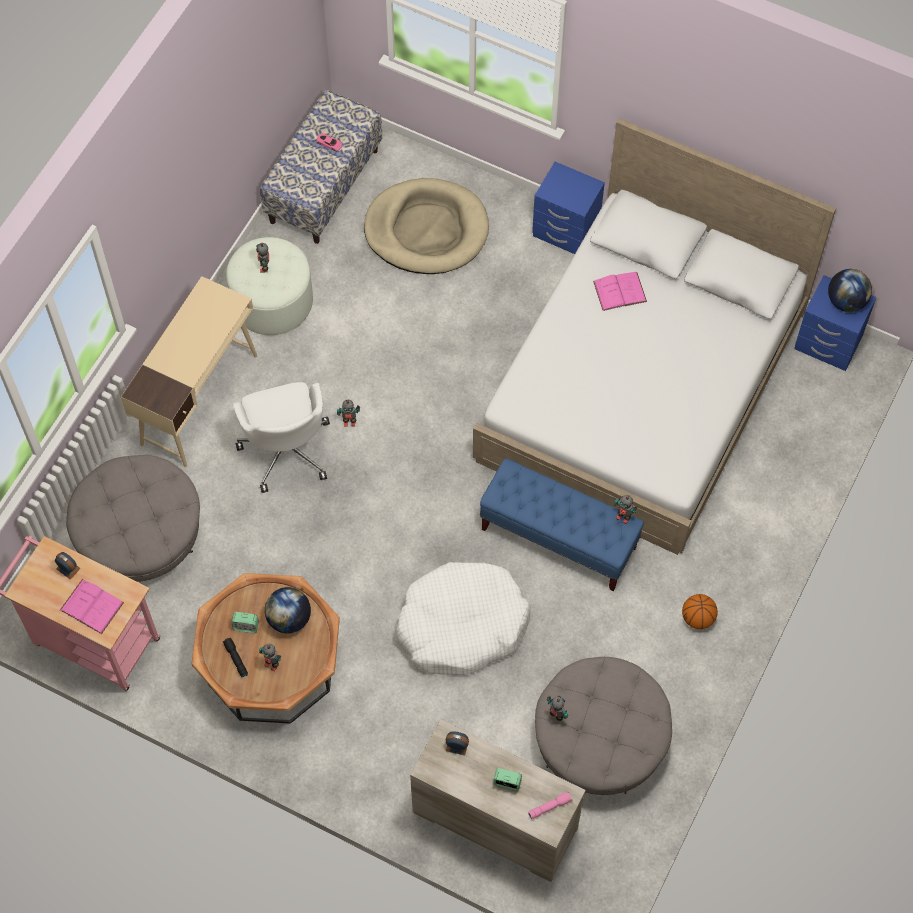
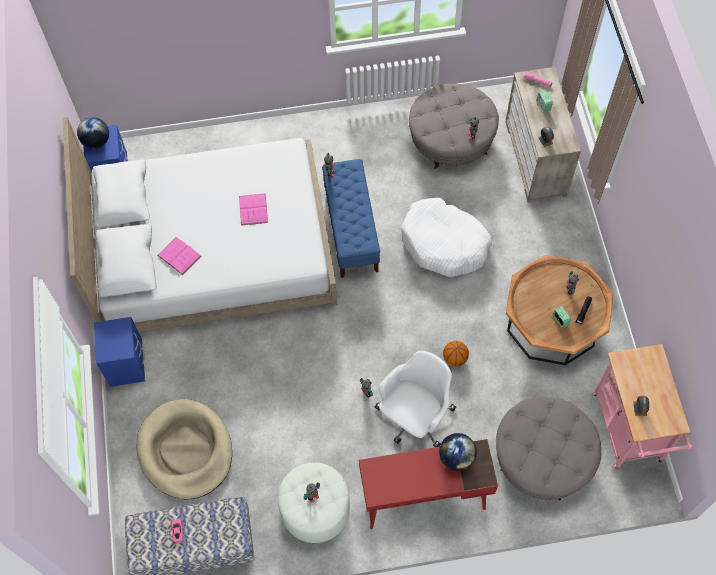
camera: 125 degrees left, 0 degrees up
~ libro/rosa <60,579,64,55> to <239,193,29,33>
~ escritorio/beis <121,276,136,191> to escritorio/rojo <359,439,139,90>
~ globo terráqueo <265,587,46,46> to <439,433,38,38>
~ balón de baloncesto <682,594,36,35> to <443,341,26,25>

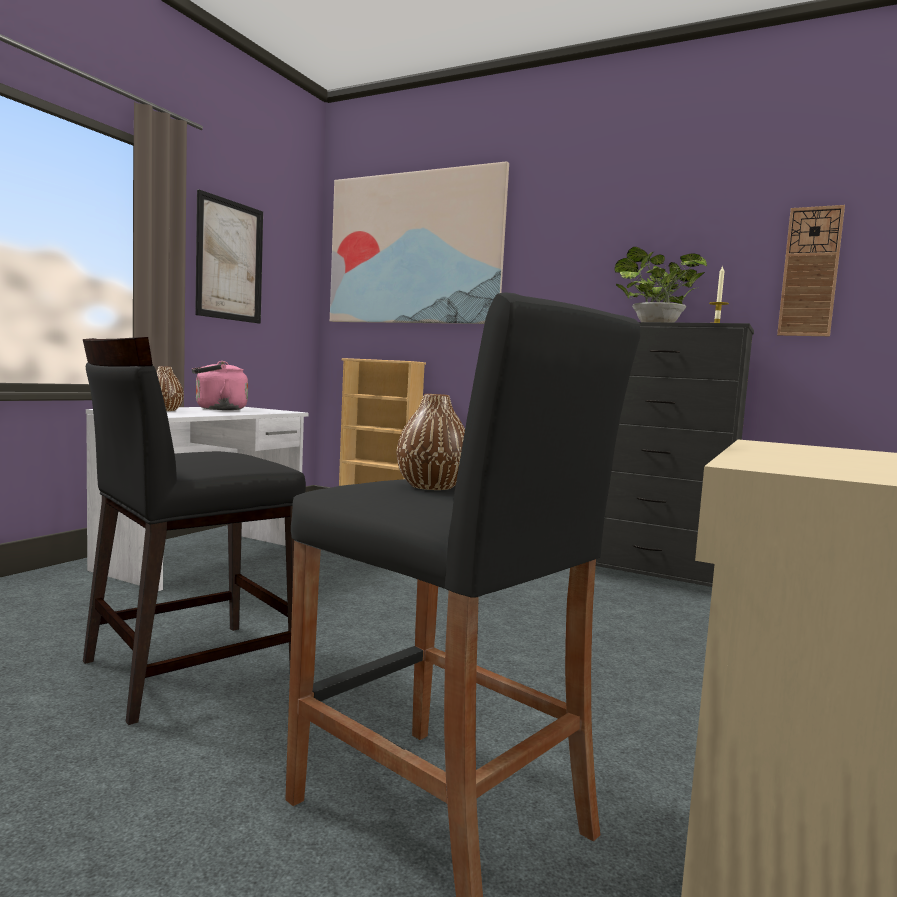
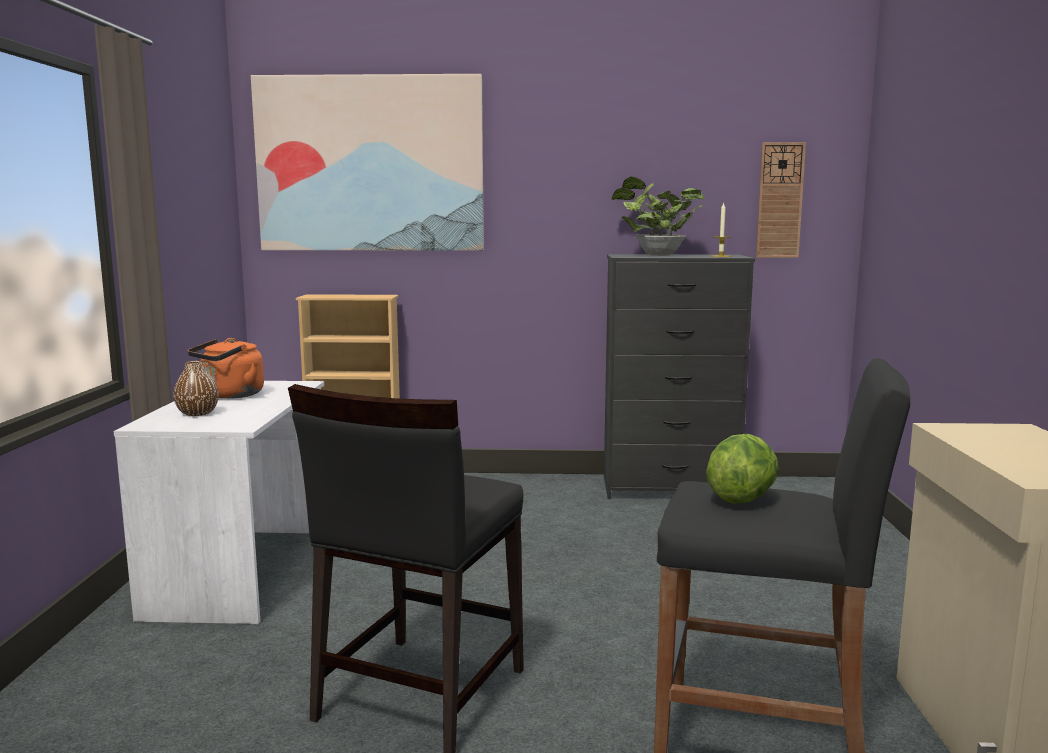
camera: 25 degrees left, 5 degrees up
~ hervidor/rosa <192,361,56,49> to hervidor/naranja <187,338,77,61>
~ florero/marrón <397,394,68,96> to lechuga <706,434,73,70>
- cuadro <195,189,68,135>

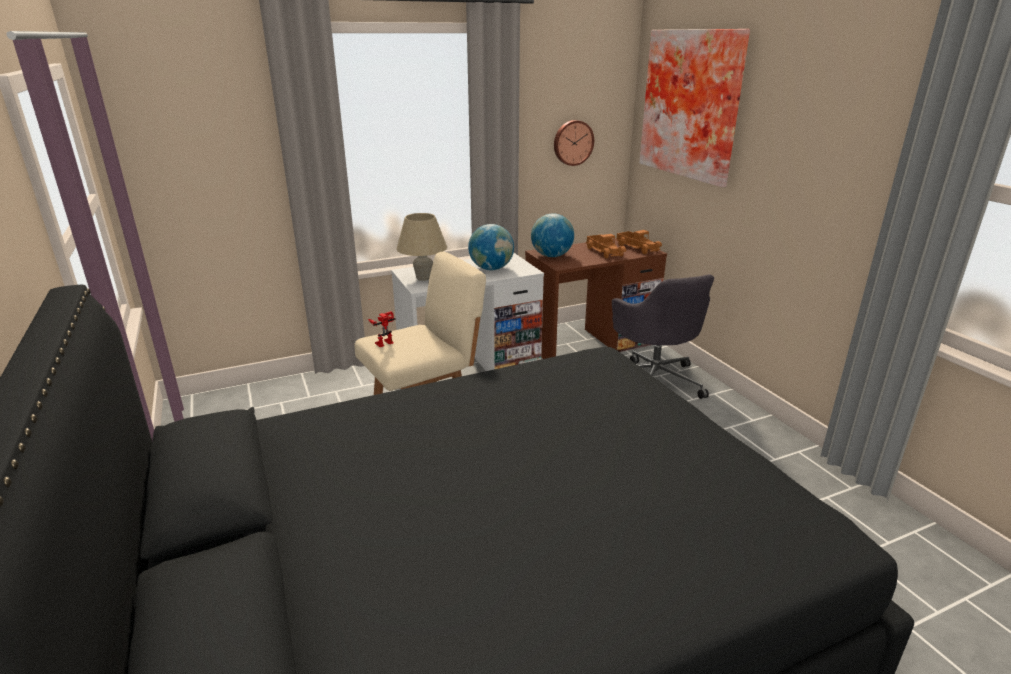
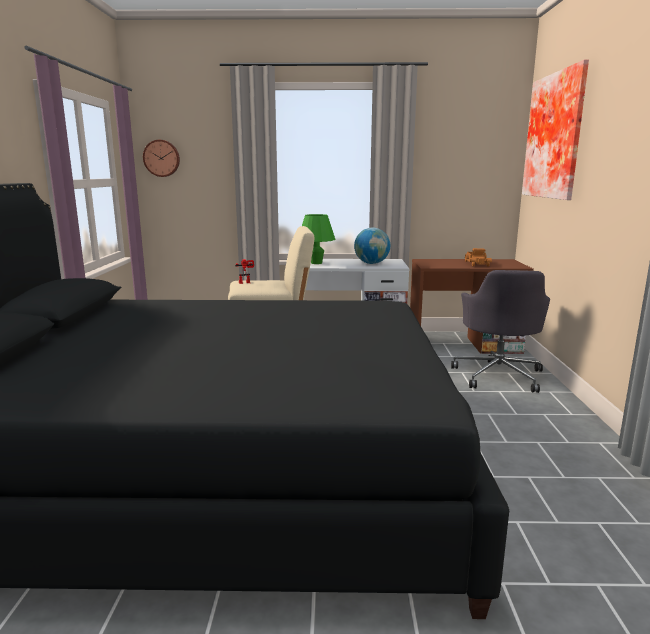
camera: 25 degrees right, 10 degrees down
~ reloj de pared <554,120,40,46> to <143,140,37,37>
~ lámpara de mesa/beis <397,213,50,68> to lámpara de mesa/verde <302,214,33,50>
- globo terráqueo <531,213,43,44>
- camión de juguete <616,230,46,24>

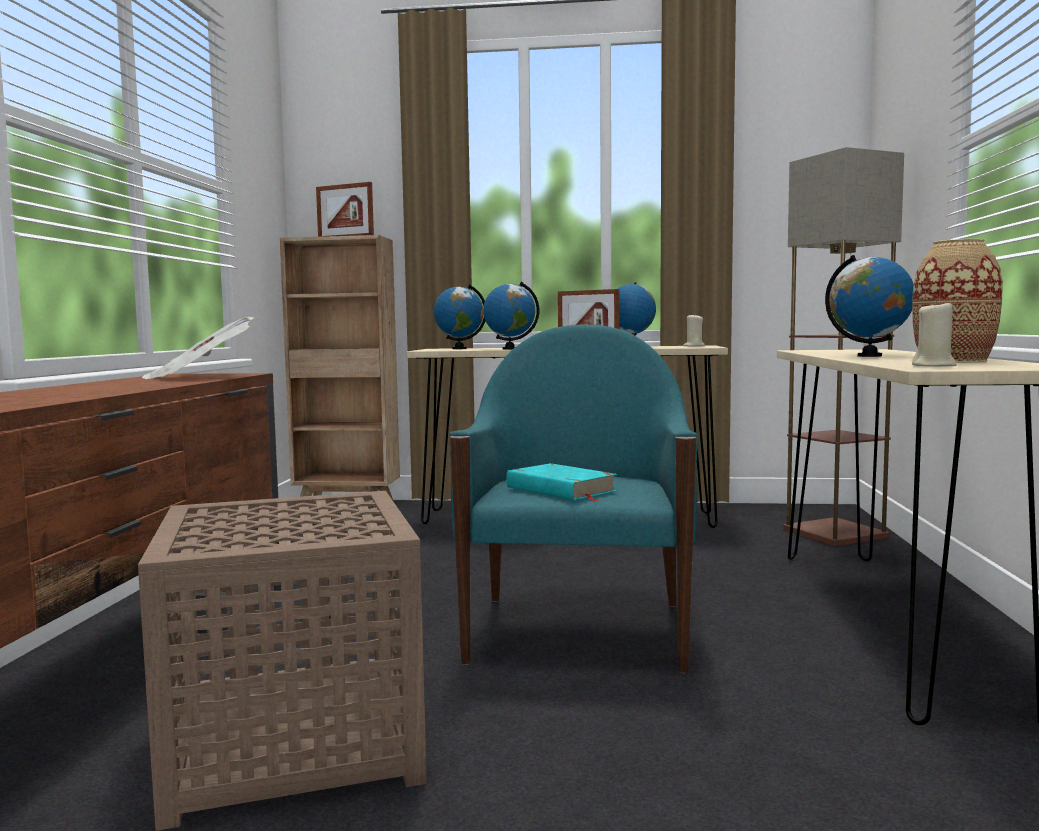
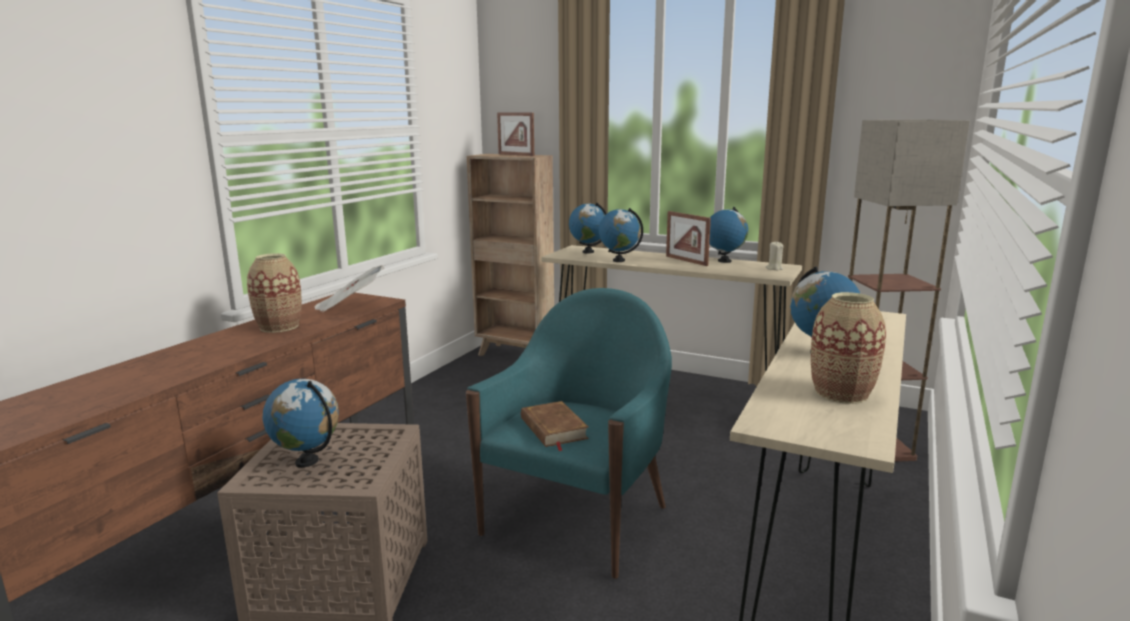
camera: 20 degrees right, 10 degrees up
+ florero <247,253,55,80>
+ globo terráqueo <263,379,76,89>
~ libro/turquesa <506,463,111,38> to libro/marrón <521,401,68,50>
- vela/beis <912,300,45,66>

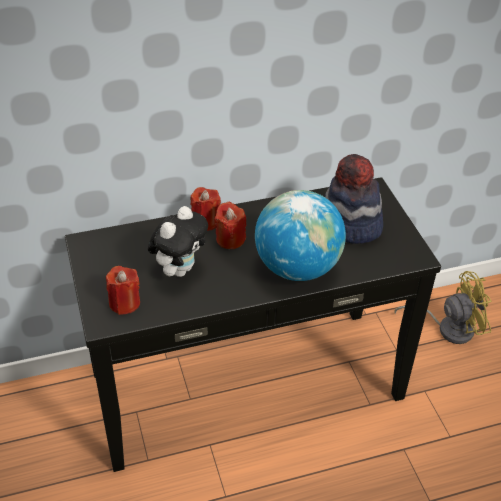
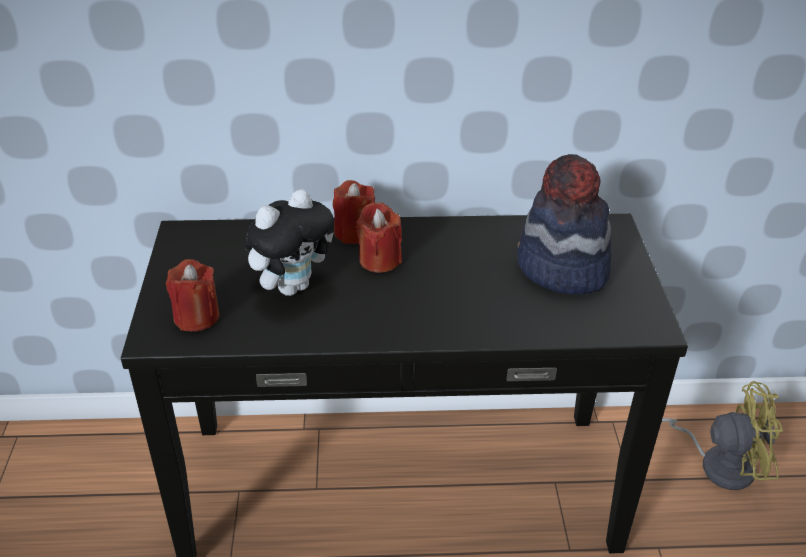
camera: 15 degrees right, 5 degrees down
- globo terráqueo <255,190,91,91>

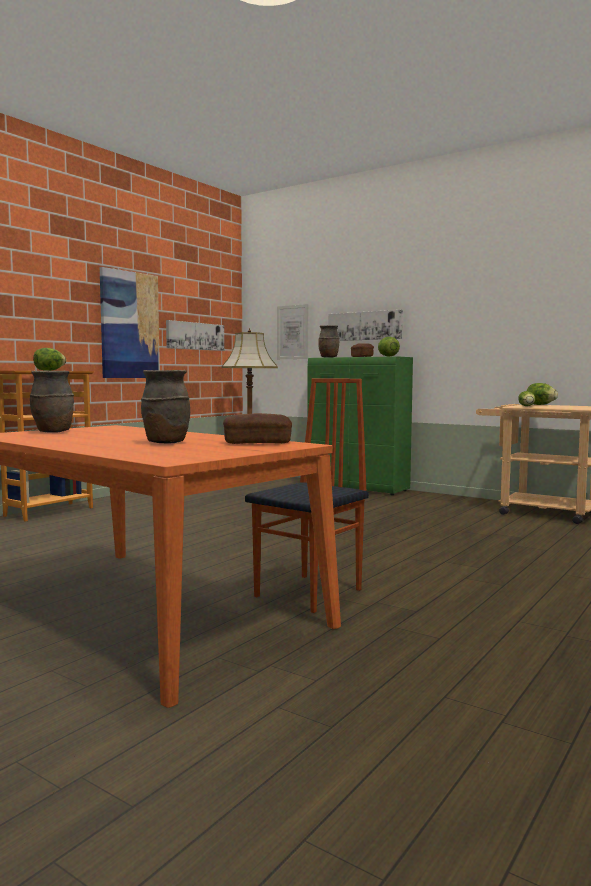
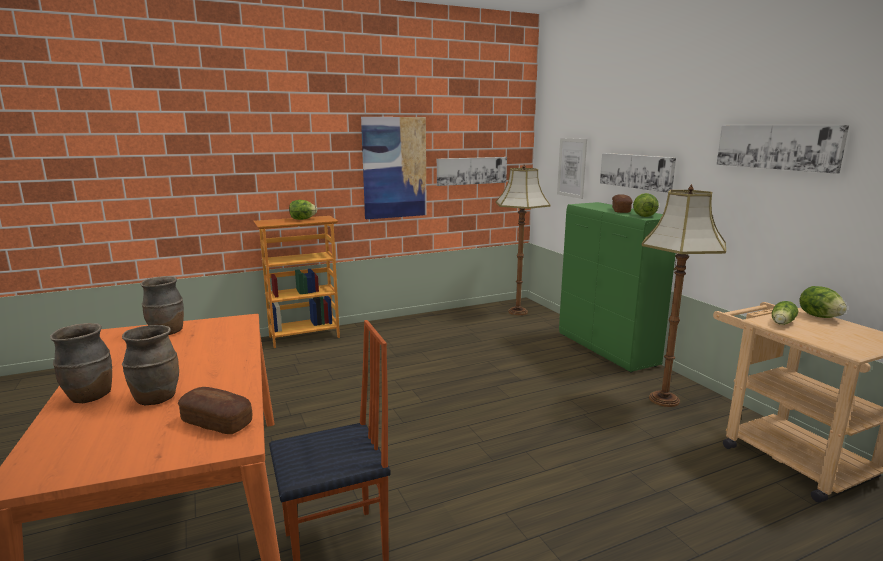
camera: 30 degrees right, 10 degrees up
~ florero/marrón <318,325,22,33> to <50,323,62,80>
+ lámpara de pie <641,184,85,223>
+ cuadro <717,125,132,49>

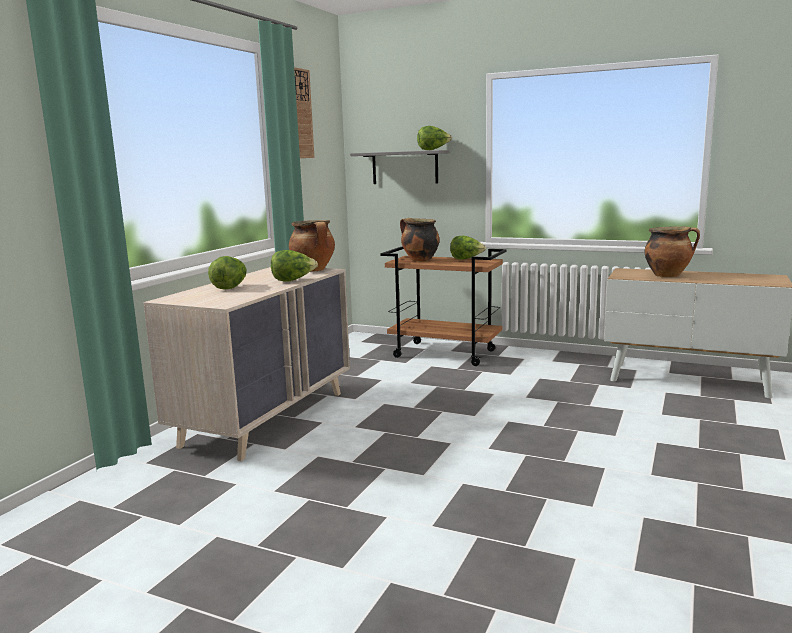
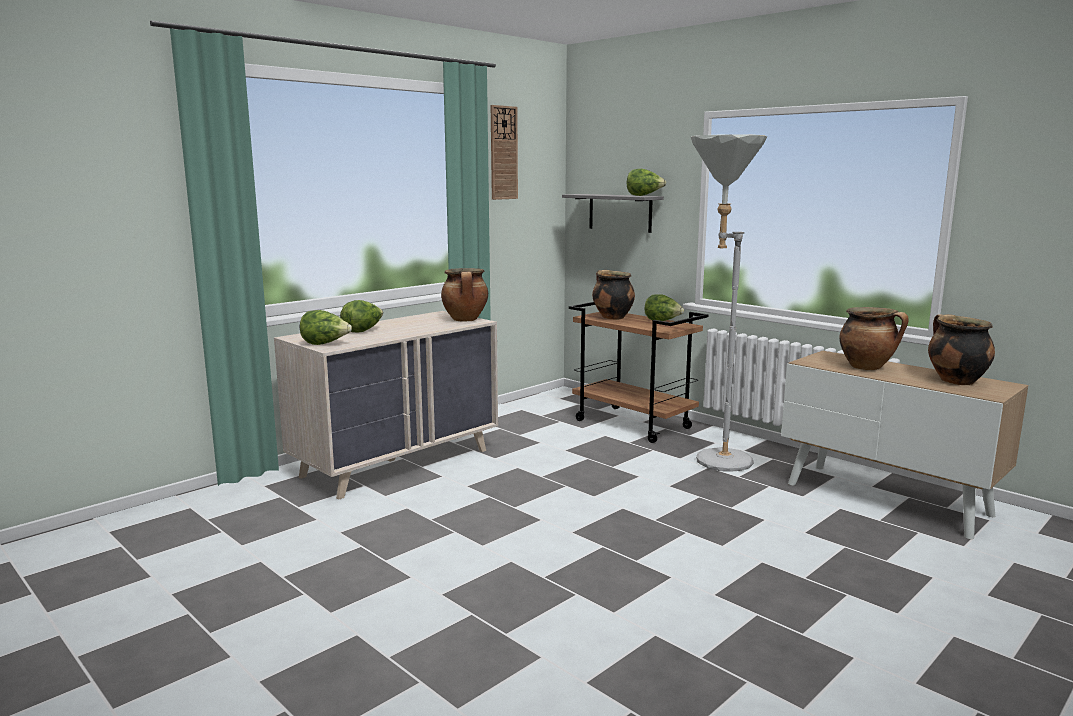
camera: 20 degrees right, 0 degrees up
~ lechuga <271,250,47,32> to <300,310,52,35>
+ lámpara de pie/gris <691,134,76,338>
+ olla <928,314,67,71>

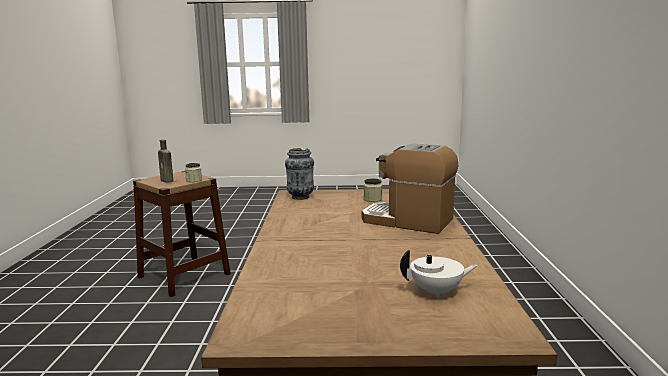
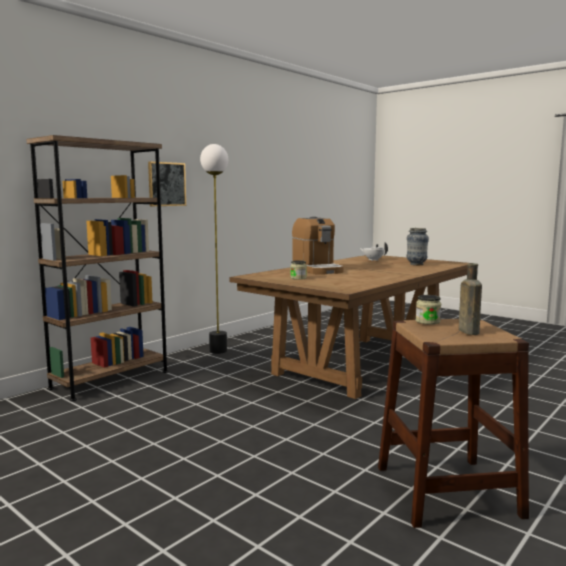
camera: 140 degrees left, 5 degrees down
+ estantería/marrón <26,135,142,266>
+ cuadro <148,161,38,45>
+ lámpara de pie <200,144,28,210>
~ florero <285,148,29,52> to <407,228,22,37>

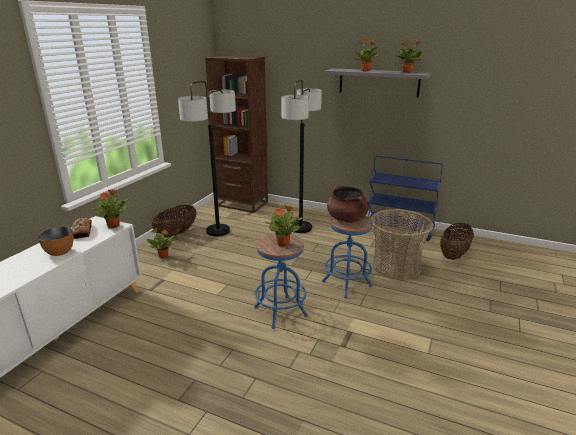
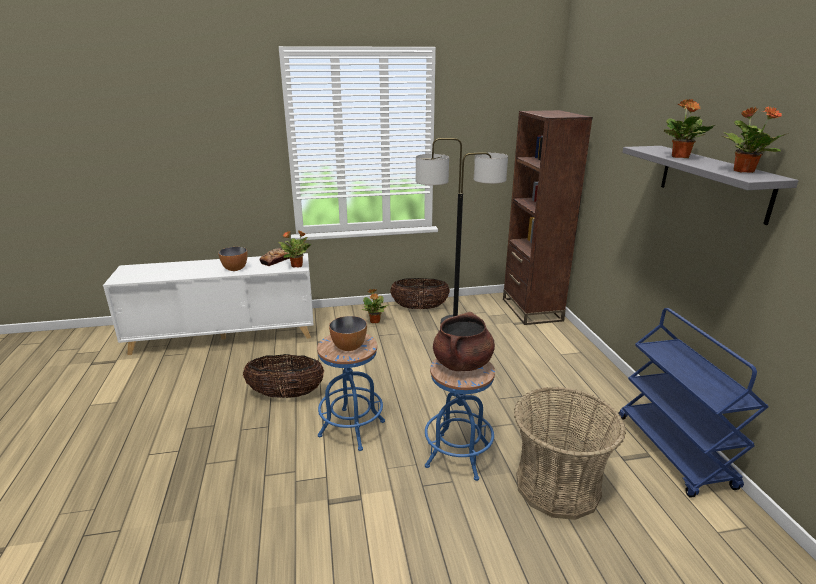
camera: 55 degrees right, 0 degrees up
~ cesta <440,223,34,37> to <243,354,81,44>
~ planta en maceta <265,205,38,42> to cuenco <329,316,38,35>
- lámpara de pie <281,80,41,153>

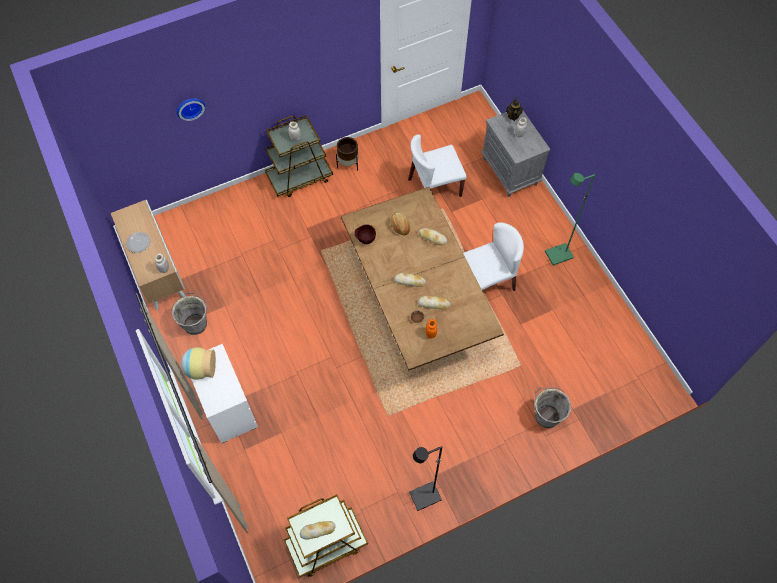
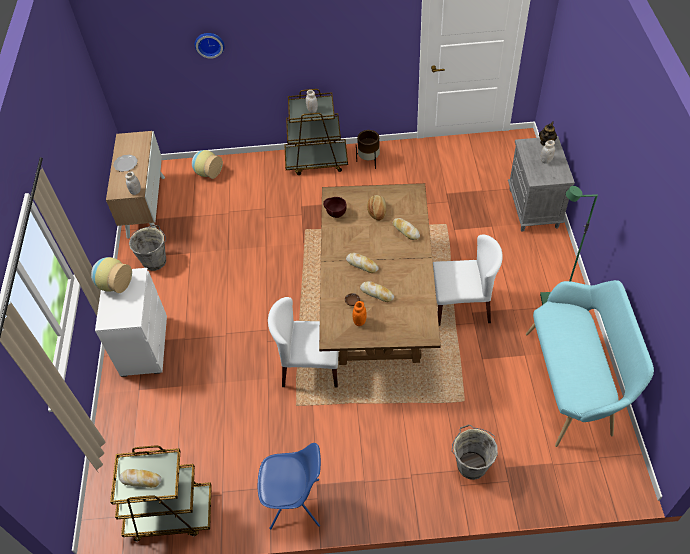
camera: 25 degrees right, 10 degrees down
+ florero <192,150,31,29>
~ lámpara de pie/negro <409,446,33,65> to silla/azul <258,443,63,87>
~ silla/blanco <408,134,59,63> to <268,297,71,91>
+ banco/turquesa <526,280,128,167>

